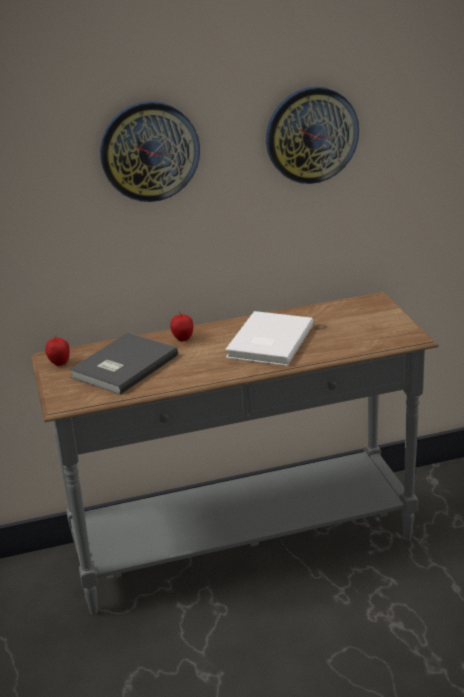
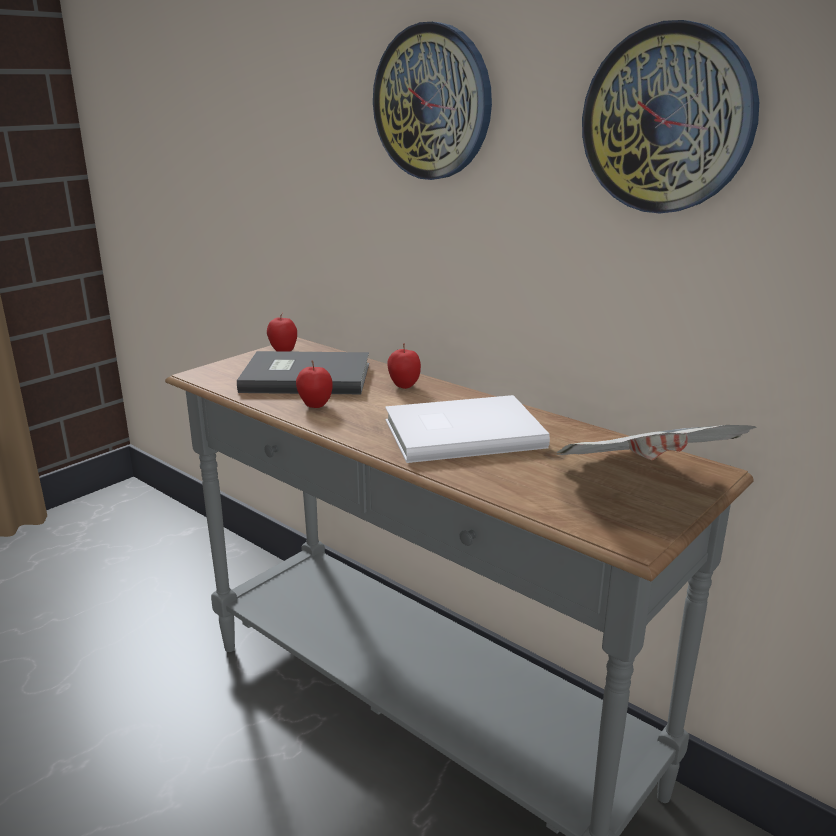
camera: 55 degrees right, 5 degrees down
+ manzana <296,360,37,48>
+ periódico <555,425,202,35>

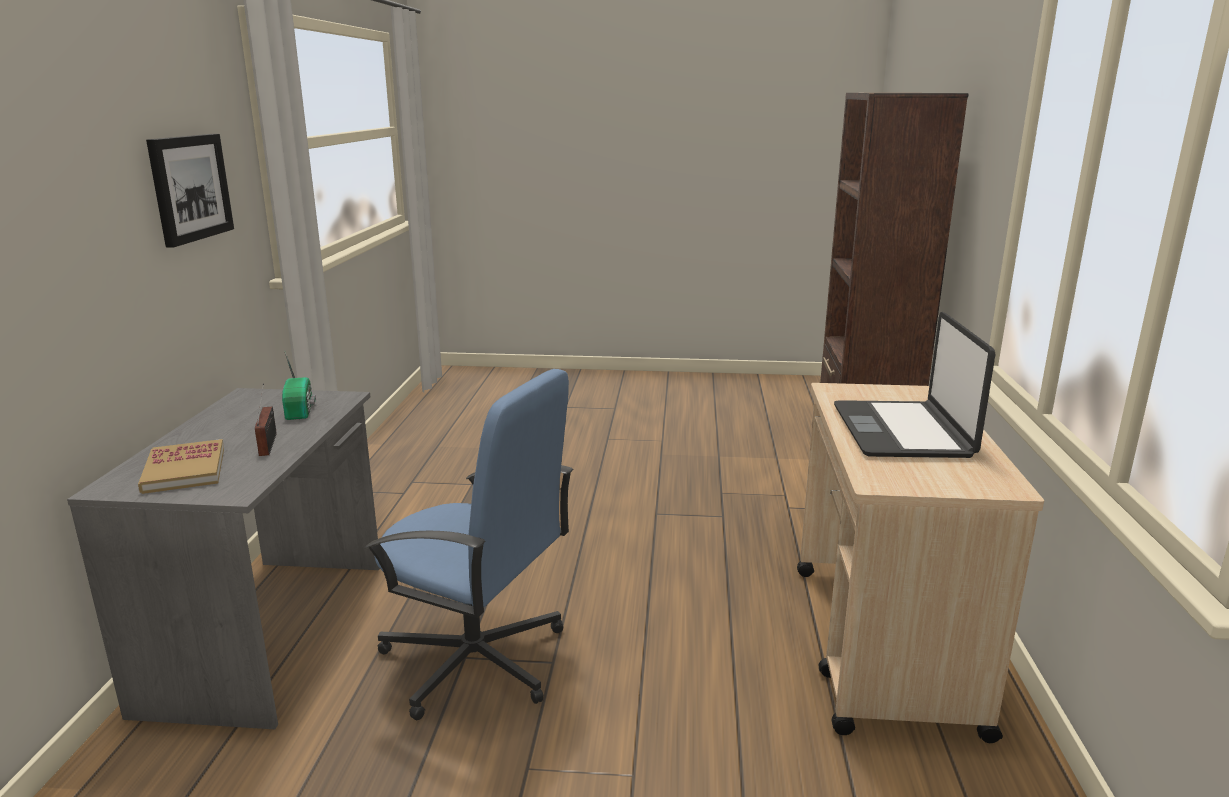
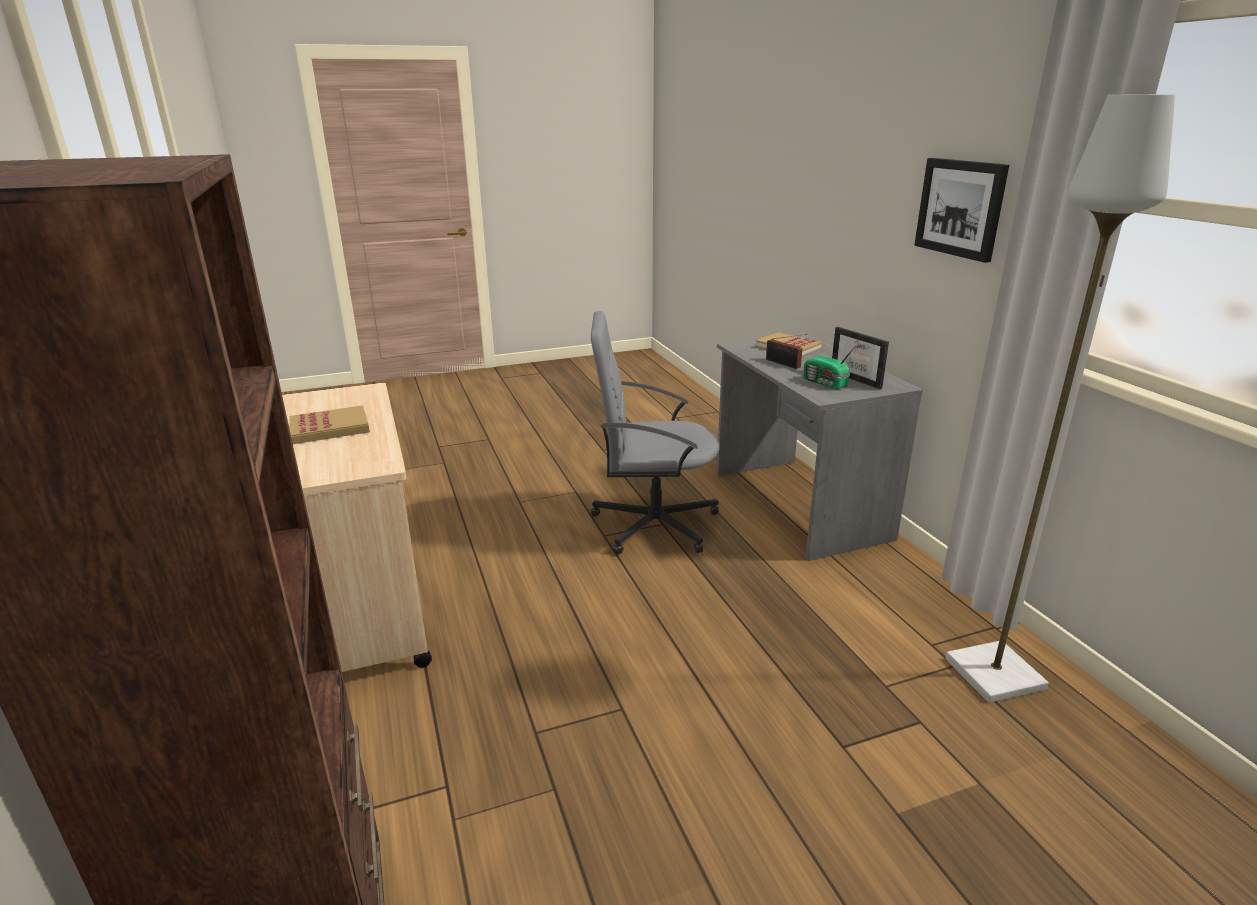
camera: 155 degrees right, 5 degrees up
~ portátil <834,312,161,146> to libro <289,405,81,39>
~ silla de oficina/azul <364,369,209,351> to silla de oficina/gris <591,311,129,244>
+ portarretratos <832,327,57,62>
+ lámpara de pie/gris <945,94,230,609>

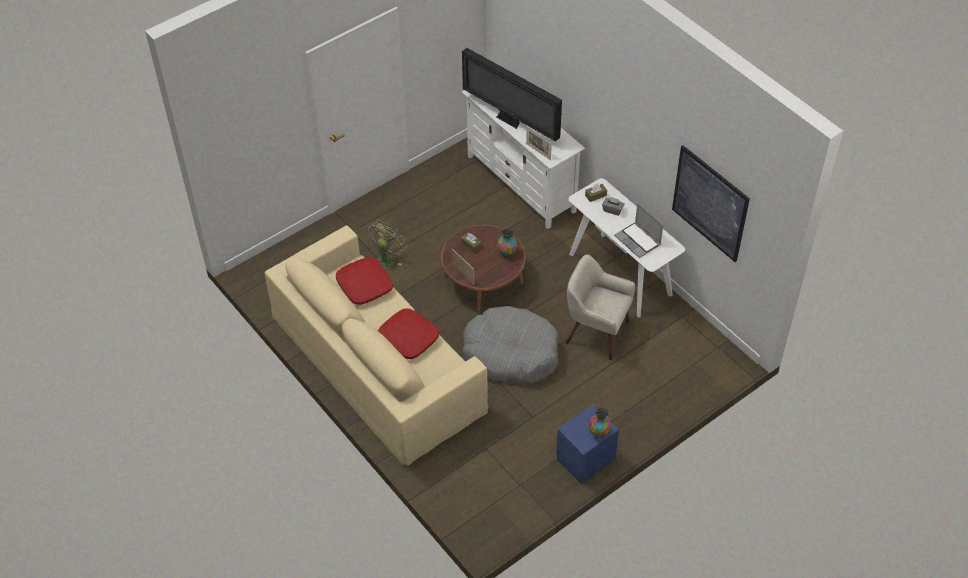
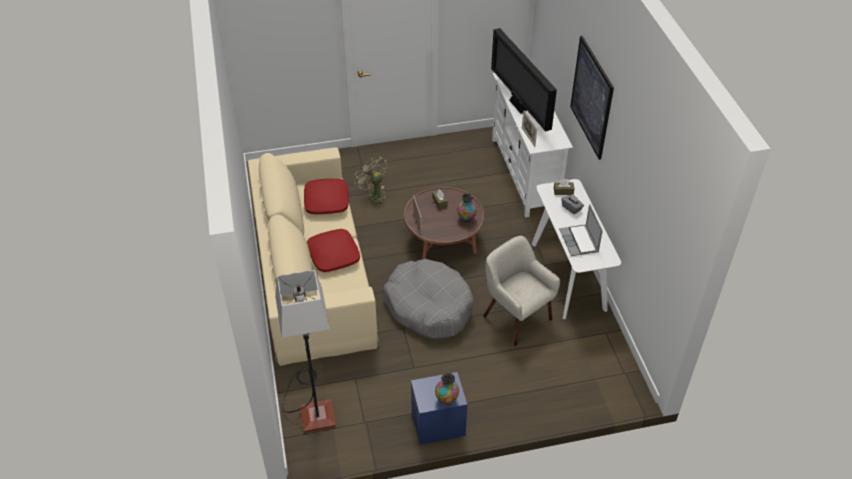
camera: 25 degrees right, 5 degrees down
+ lámpara de pie <275,270,61,163>
~ ventilador/verde <368,220,38,49> = <354,155,33,51> 105 degrees counterclockwise
~ cuadro <672,145,78,117> to <570,36,44,124>

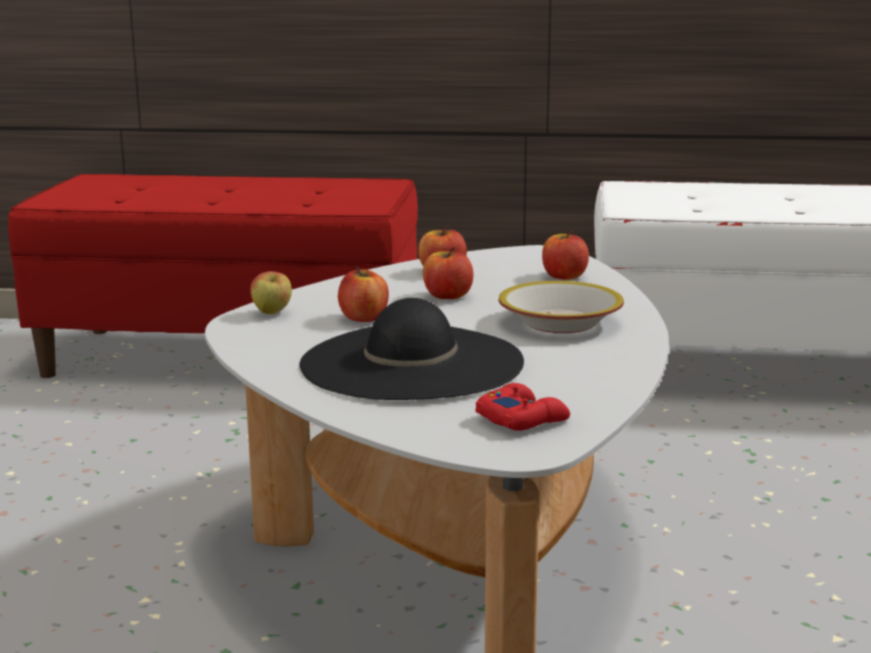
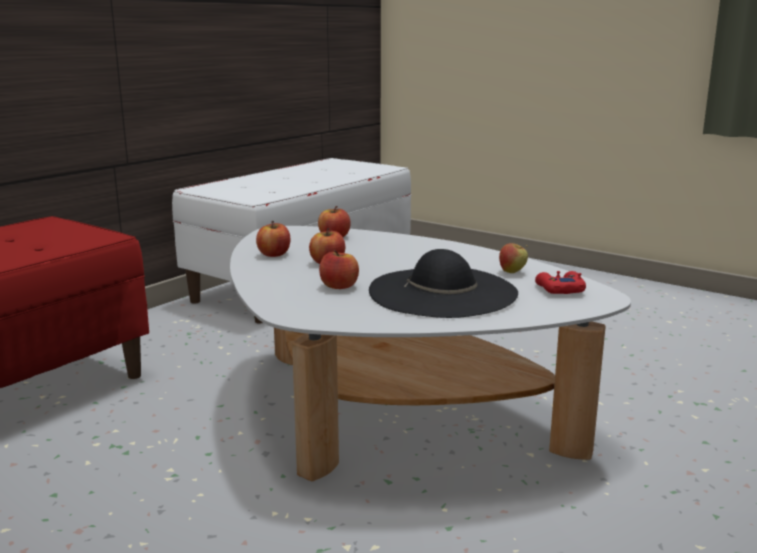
camera: 60 degrees left, 0 degrees up
~ manzana <250,271,42,43> to <499,243,29,30>
- cuenco <498,281,126,52>

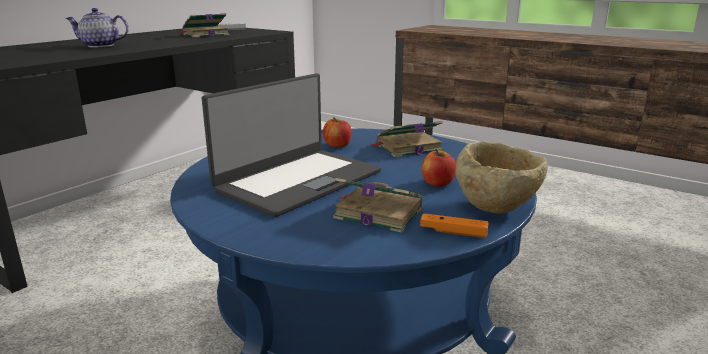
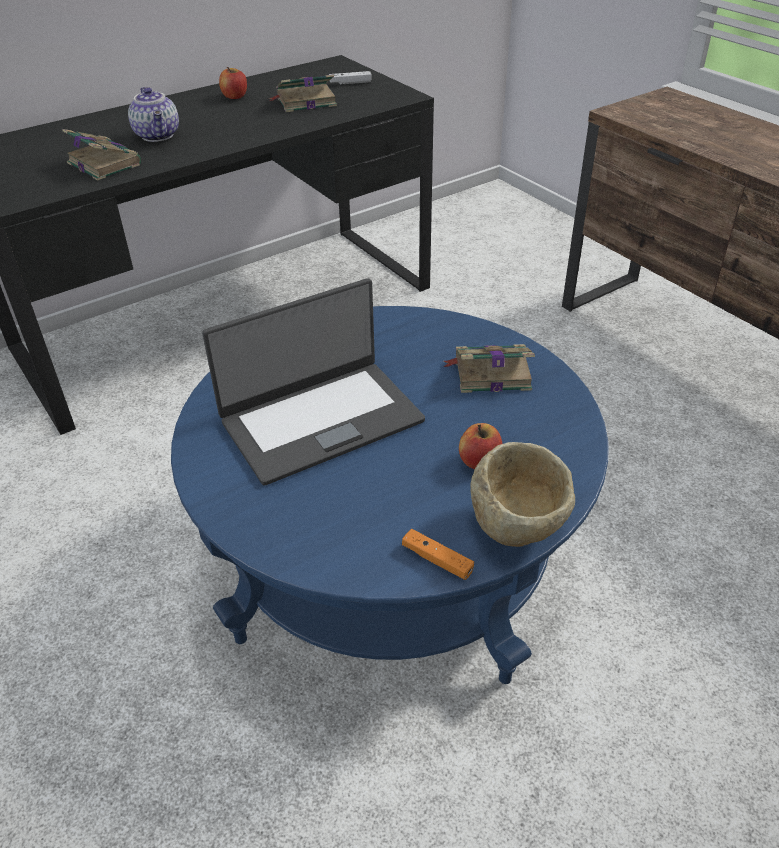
camera: 20 degrees right, 20 degrees up
~ libro <333,178,89,55> to <62,129,79,51>
~ tetera <66,8,63,39> = <128,87,51,55> 135 degrees counterclockwise
~ manzana <323,117,29,30> to <219,67,28,32>

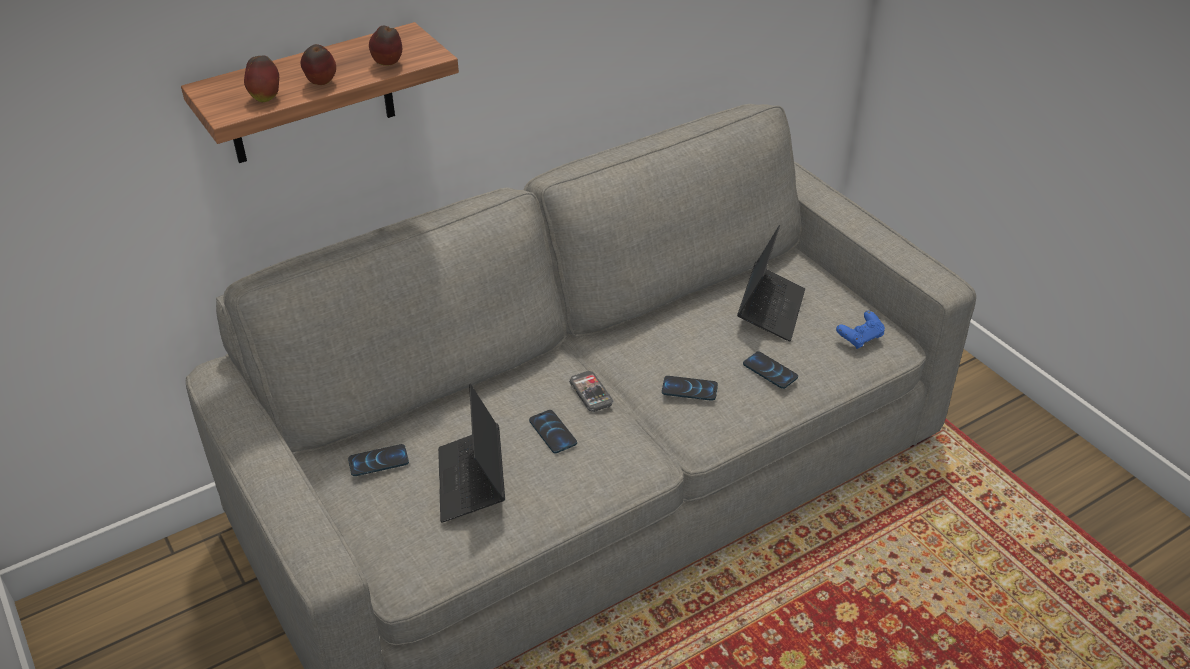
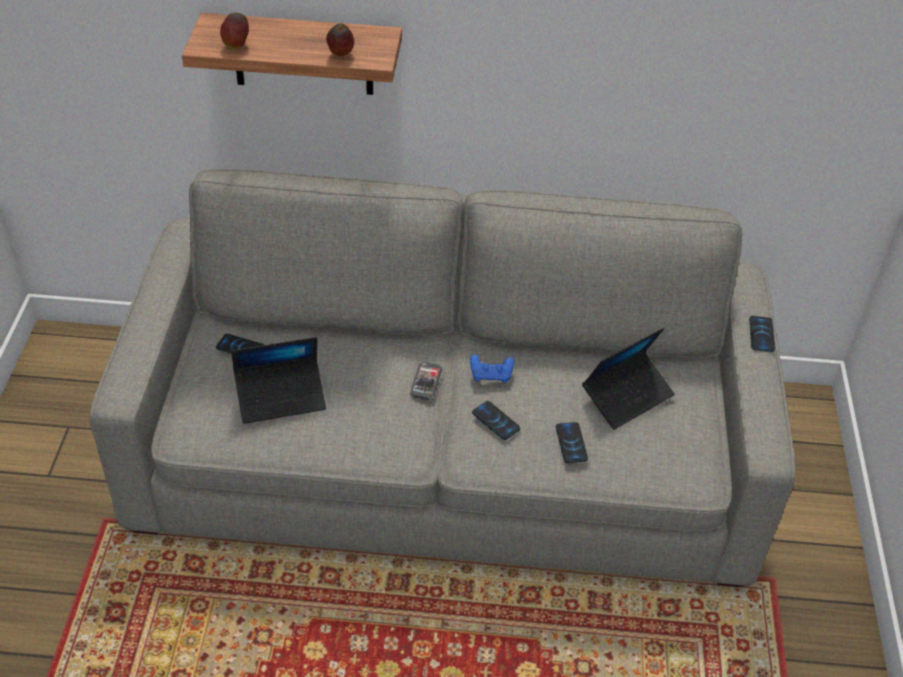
camera: 35 degrees right, 5 degrees up
~ portátil <438,384,67,138> = <231,337,95,87> 135 degrees counterclockwise
~ mando de consola/azul <836,311,49,38> to <470,355,44,28>
~ móvil <529,410,48,44> to <749,316,26,36>
- manzana <301,44,35,41>

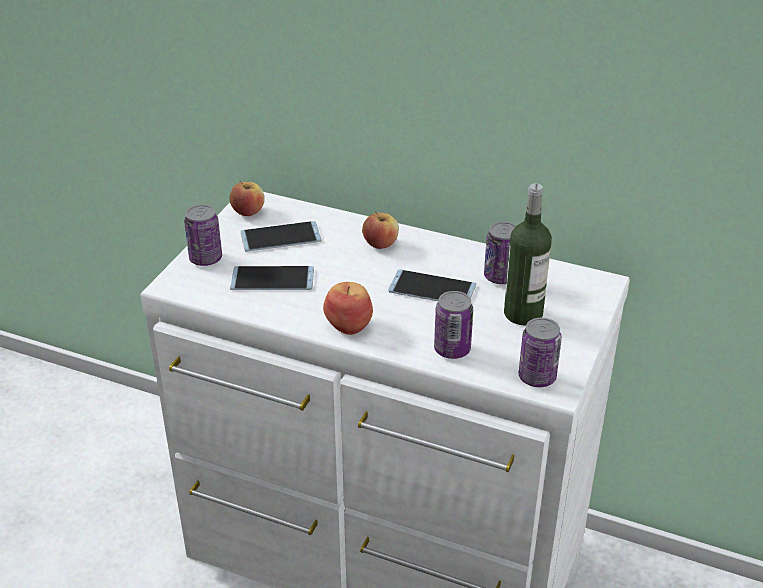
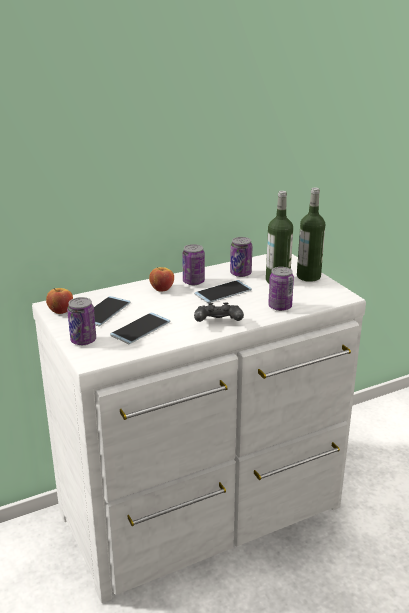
camera: 50 degrees left, 10 degrees down
~ lata <519,318,43,69> to <182,244,23,41>
~ manzana <323,282,50,53> to mando de consola/negro <194,303,50,19>
+ botella <297,188,28,94>

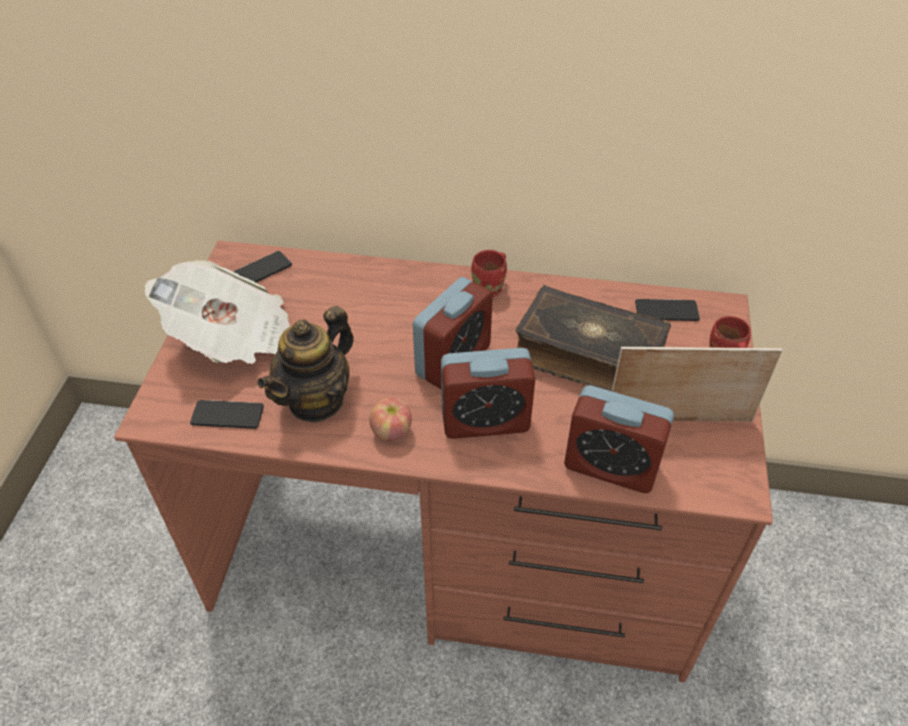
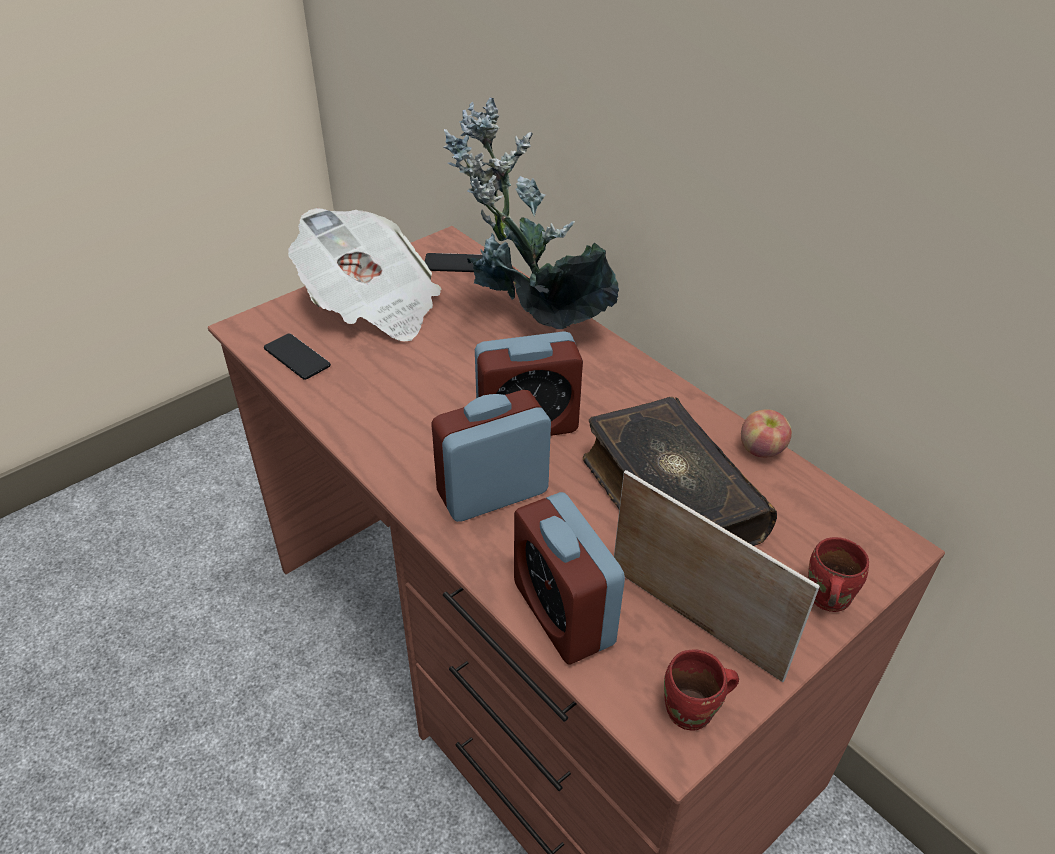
camera: 40 degrees right, 5 degrees down
~ despertador <441,348,94,91> = <431,390,120,132> 120 degrees clockwise
+ planta en maceta <444,98,175,231>
~ taza grande/rojo <471,250,36,47> to <664,649,75,82>
~ manzana <369,398,43,43> to <741,409,51,49>
- tetera <257,306,97,117>
- móvil <635,299,65,22>

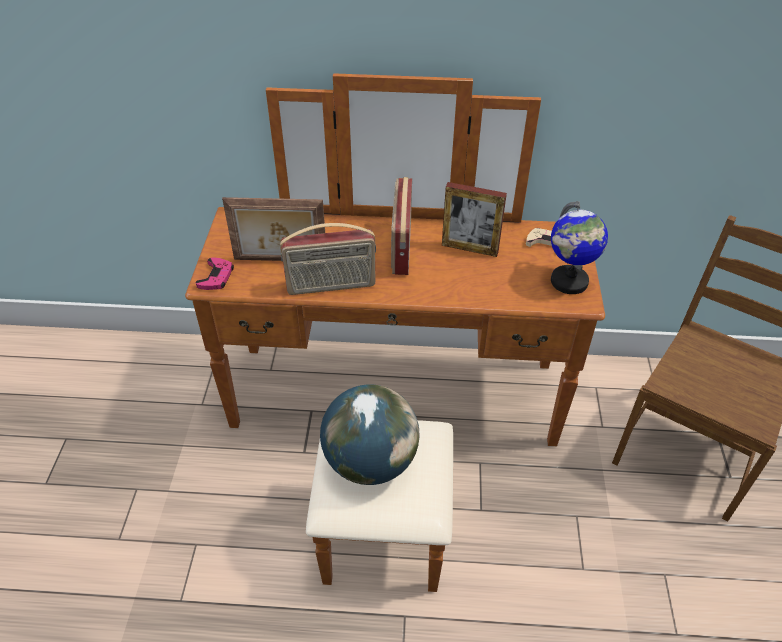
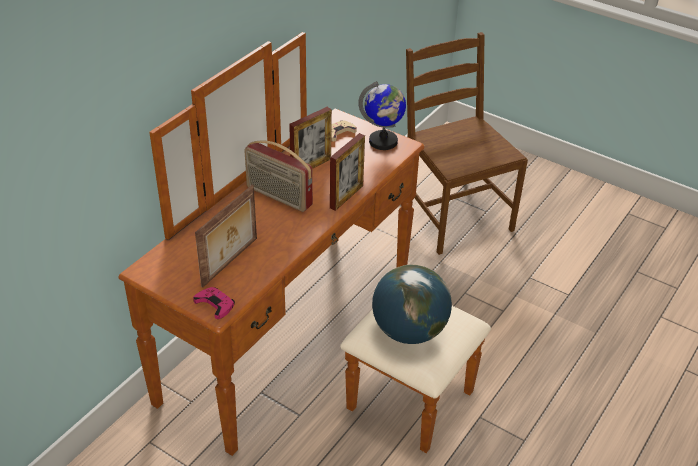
camera: 60 degrees left, 5 degrees down
+ portarretratos <330,133,35,78>
- radio <280,223,96,72>

